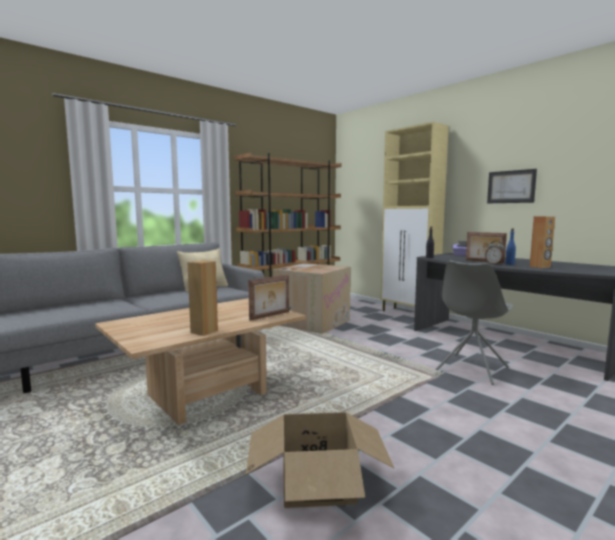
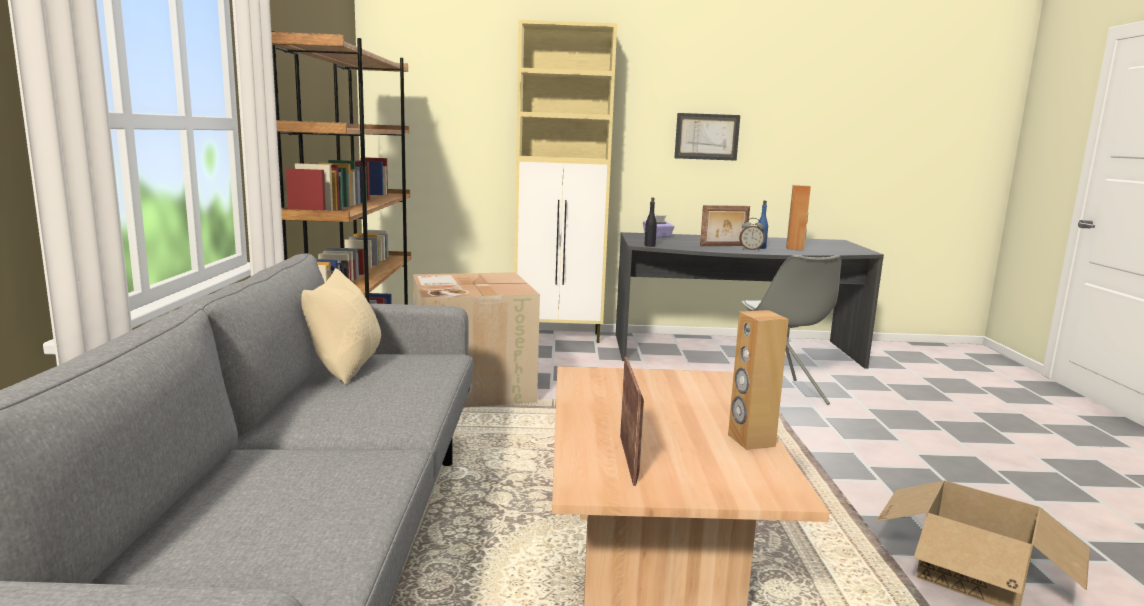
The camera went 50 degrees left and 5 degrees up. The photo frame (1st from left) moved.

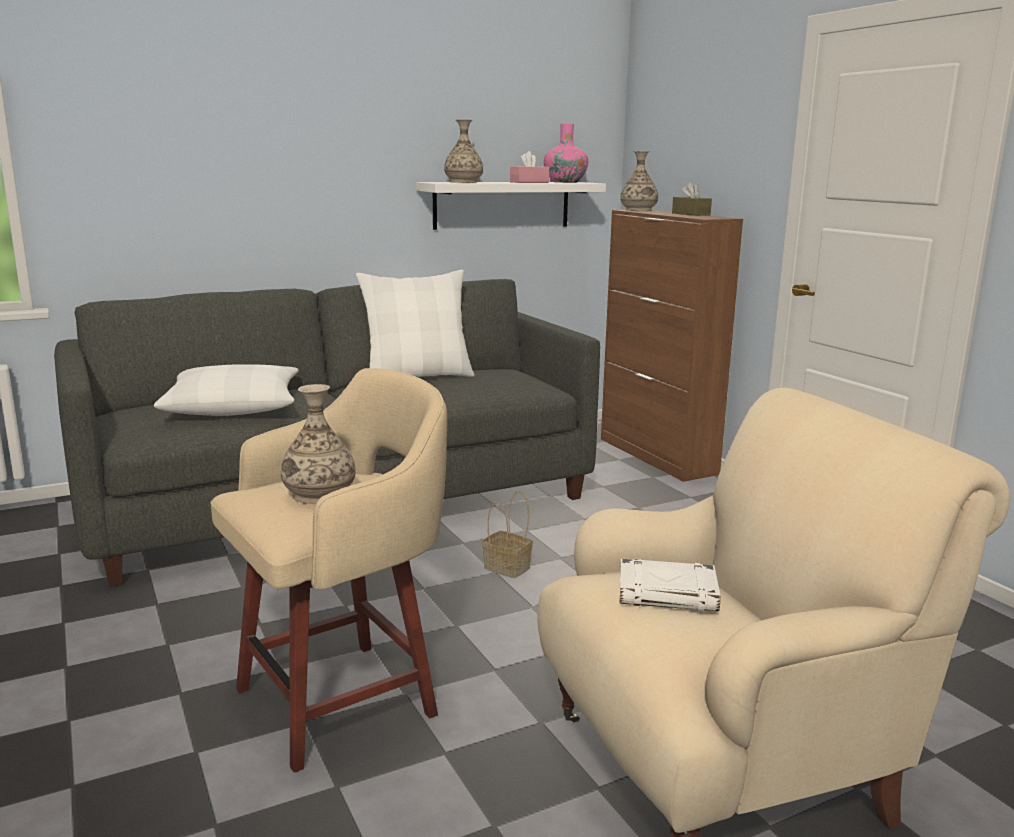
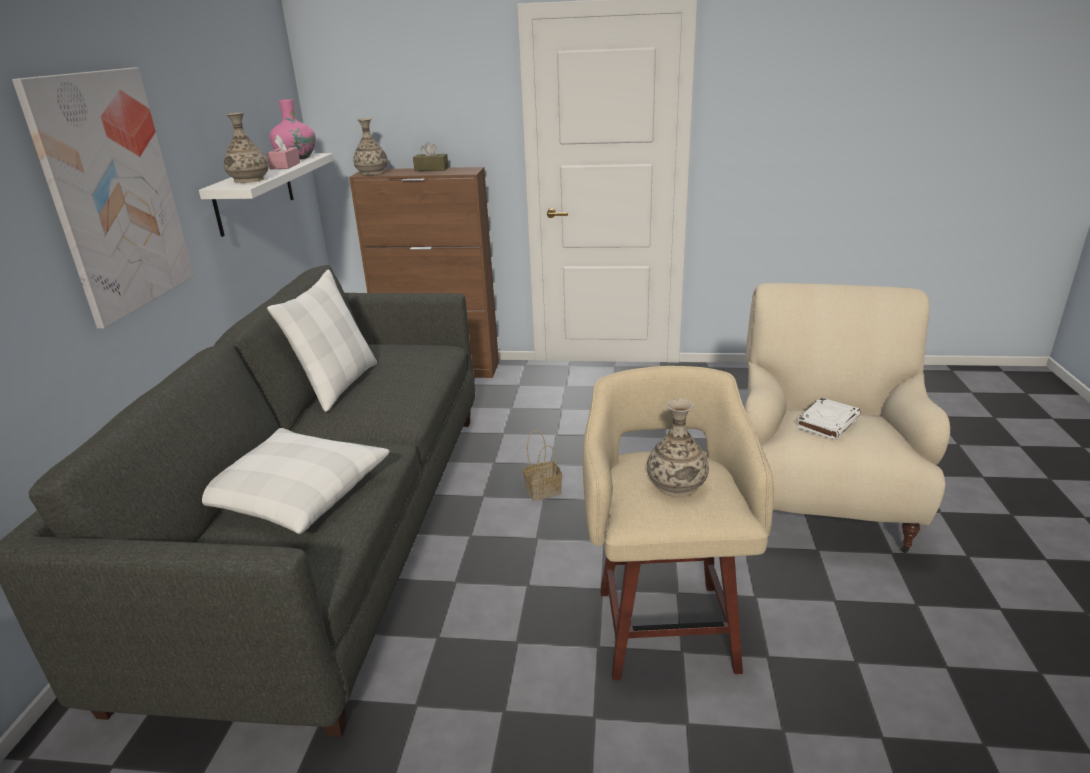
The camera went 55 degrees left and 10 degrees up. The wall picture appeared.

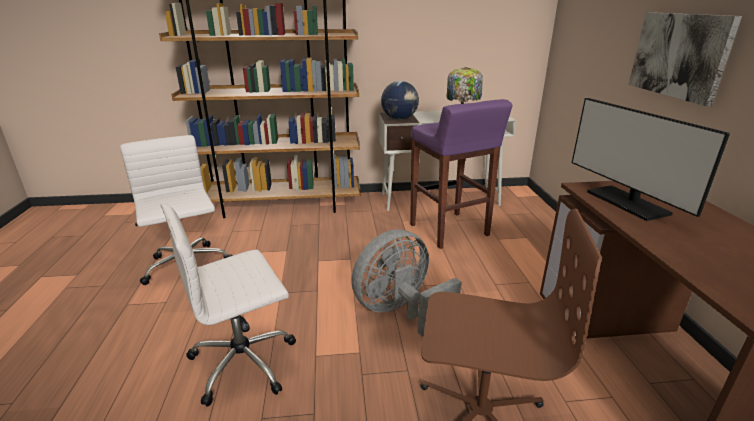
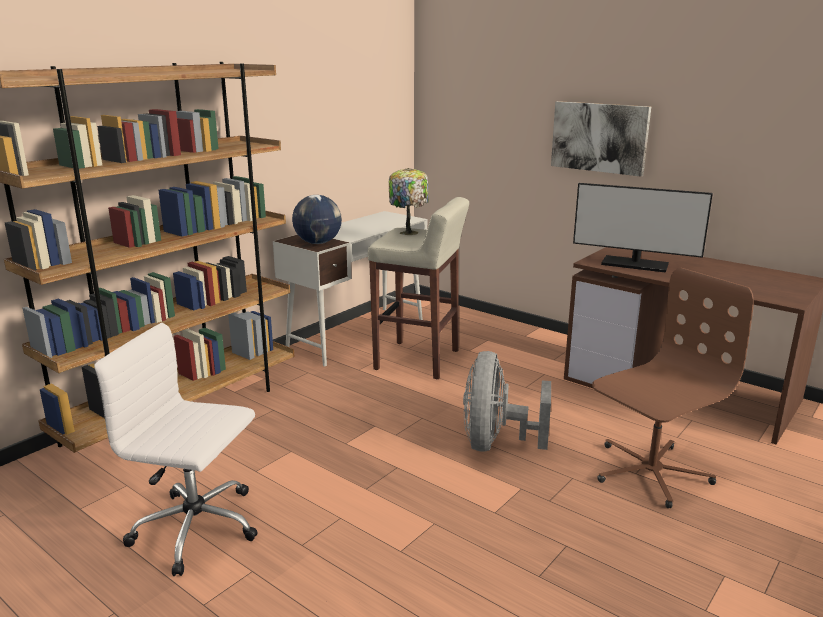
The camera went 45 degrees left and 5 degrees down. The stool seat in purple-coloured became the stool seat in beige. The desk chair in white (2nd from left) disappeared.

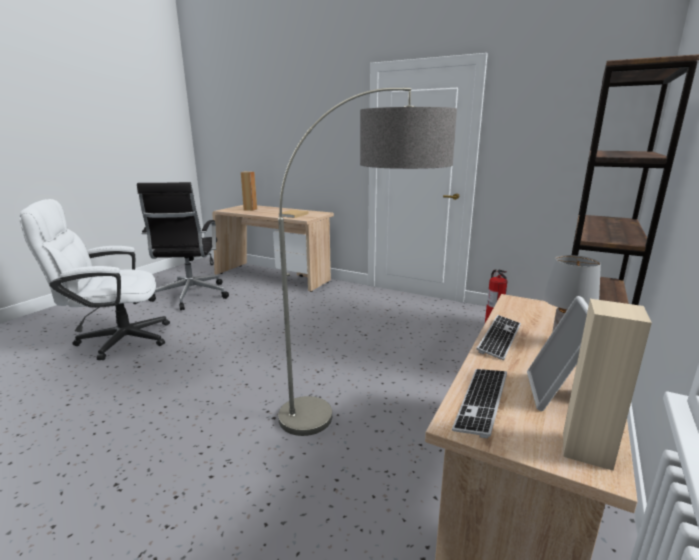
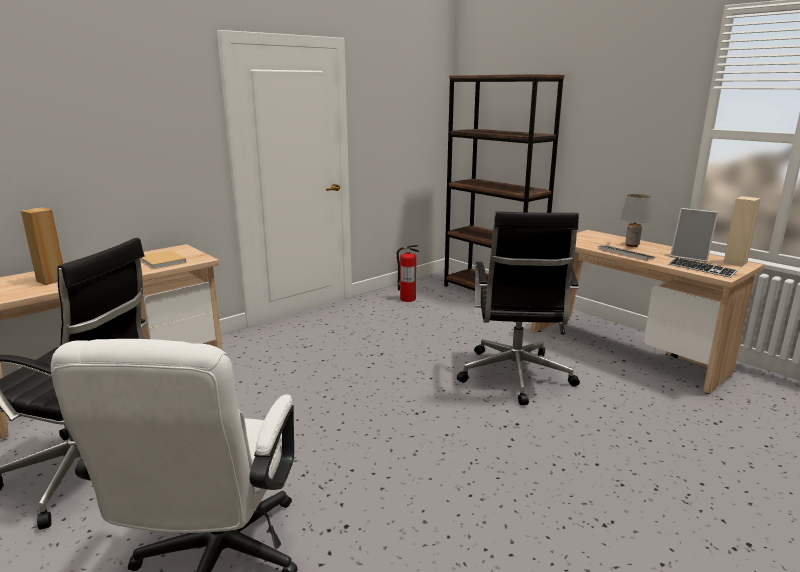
The camera went 70 degrees left and 0 degrees up. The standard lamp was replaced by the desk chair in black-coloured (2nd from left).

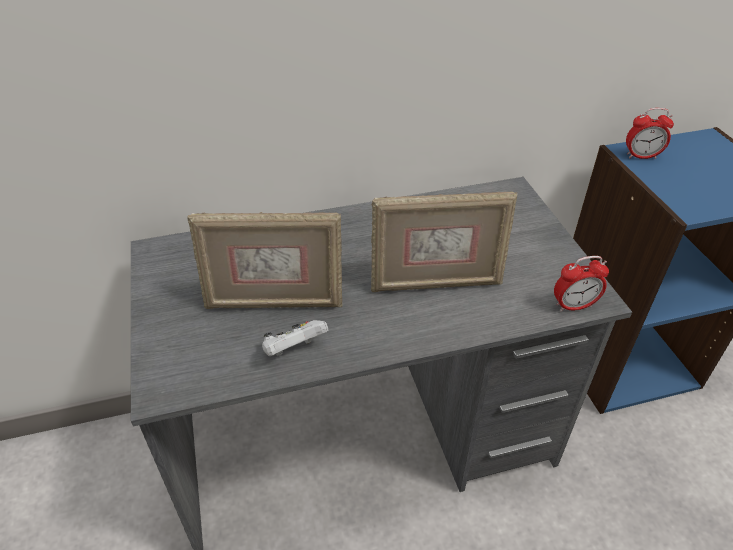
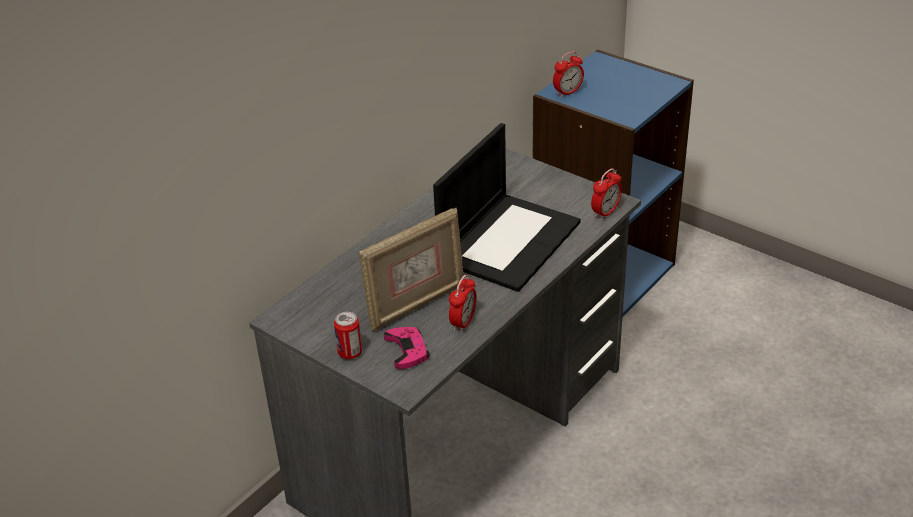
The camera went 35 degrees left and 5 degrees down. The photo frame (2nd from left) was replaced by the portable computer. The game controller in white was replaced by the table clock (1st from left). The sealed can appeared. The game controller in pink-coloured appeared.

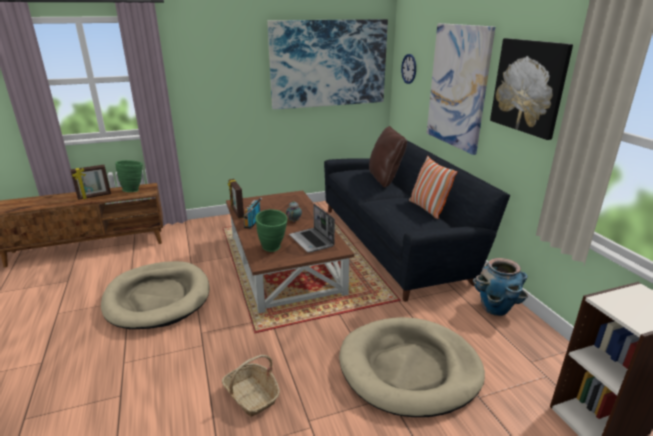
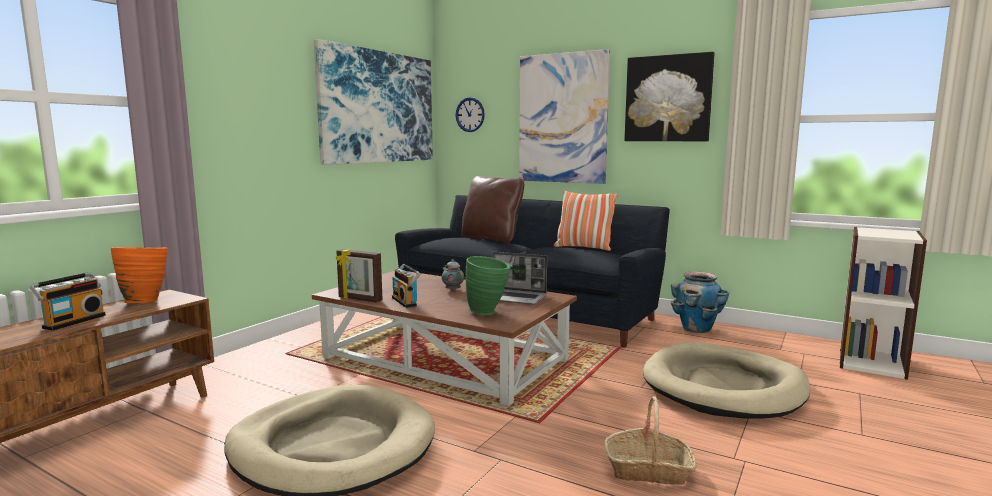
The camera went 40 degrees left and 15 degrees down. The vase in green-coloured (1st from left) became the vase in orange. The photo frame (1st from left) was replaced by the radio (1st from left).

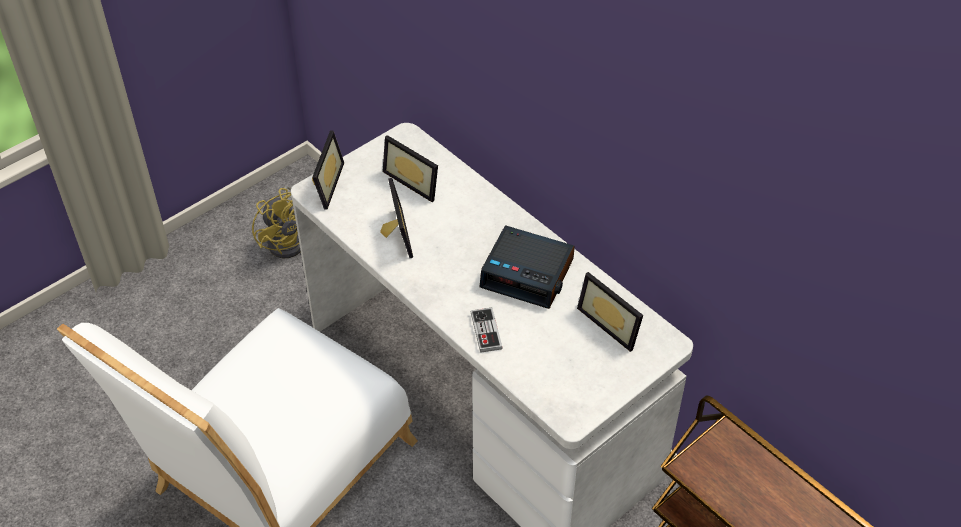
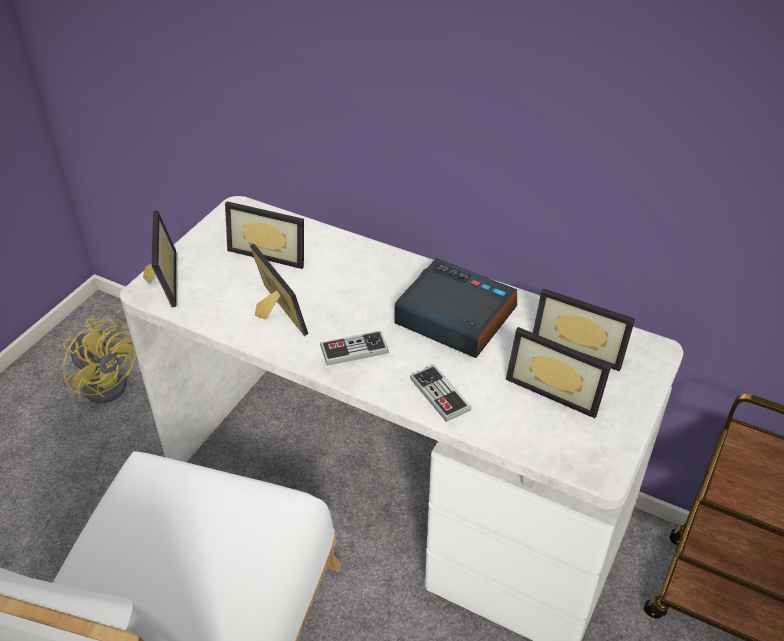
The camera went 20 degrees left and 5 degrees down. The table clock turned 150 degrees counterclockwise. The photo frame (4th from left) appeared. The game controller (1st from left) appeared.

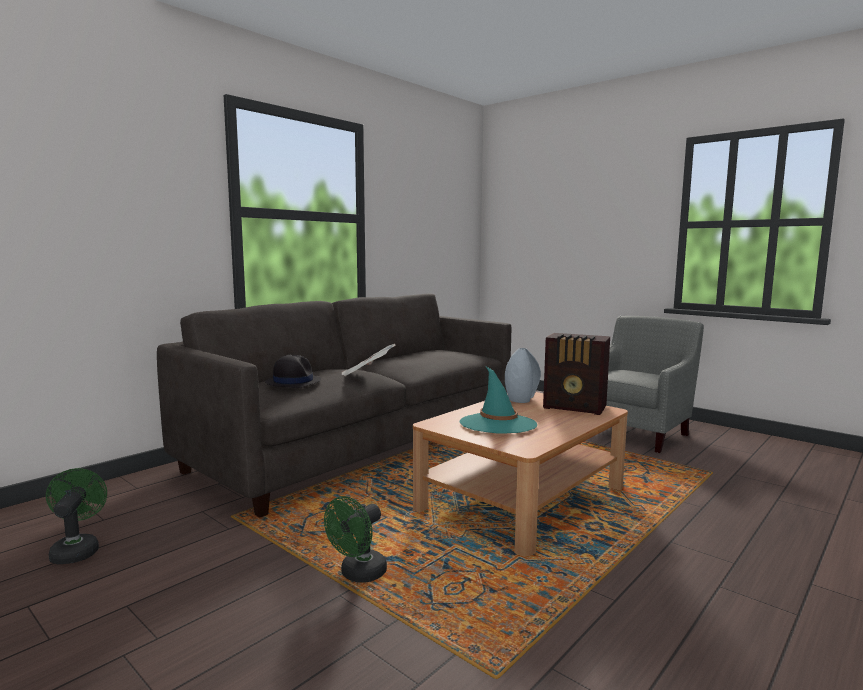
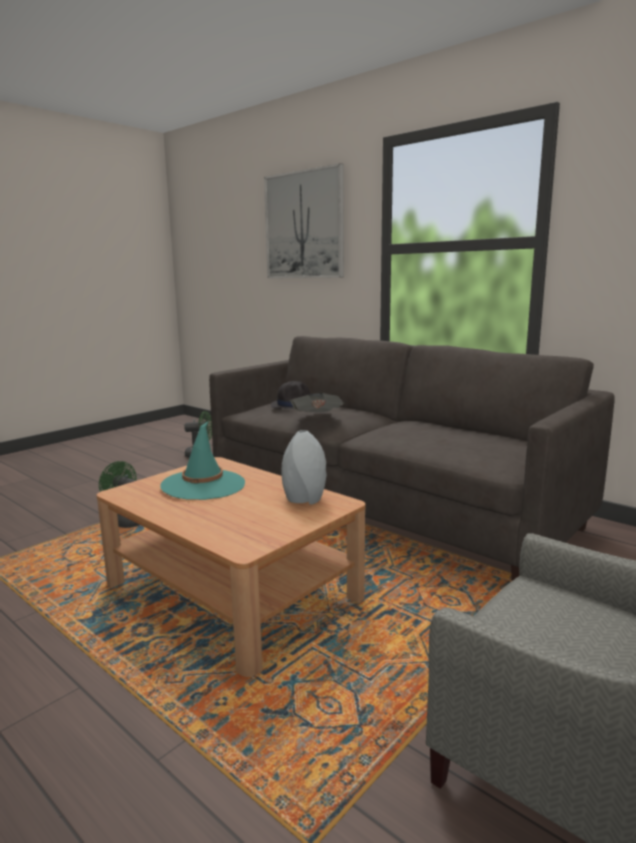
The camera went 90 degrees right and 5 degrees up. The radio disappeared. The wall picture appeared.

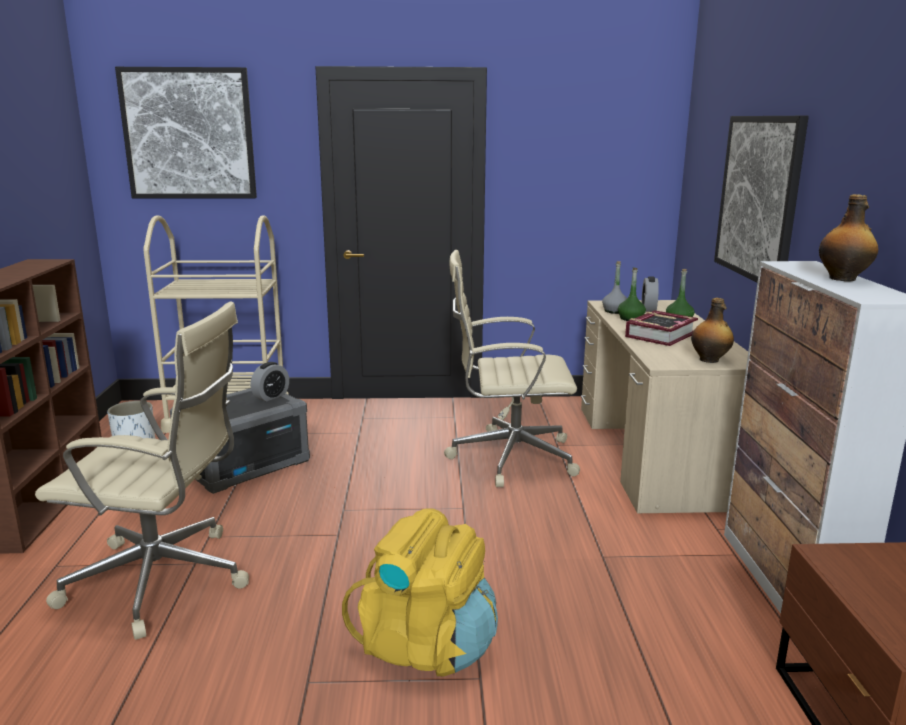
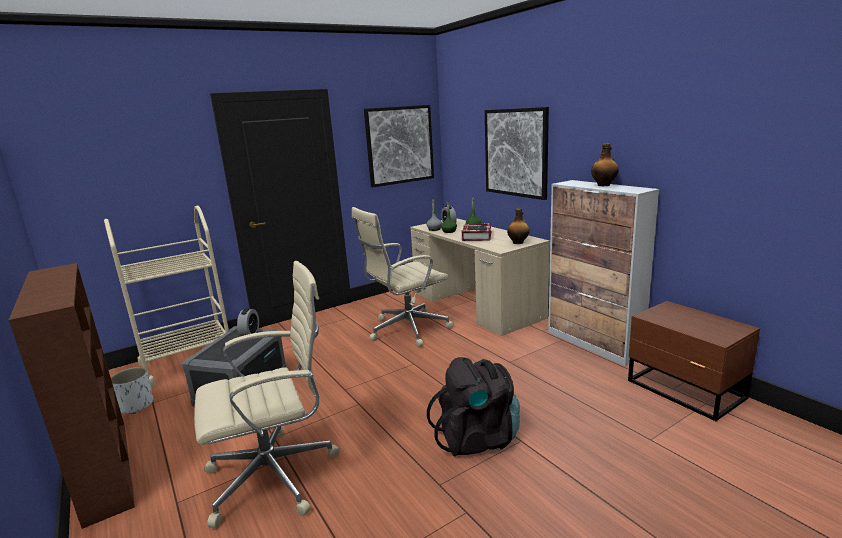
The camera went 30 degrees left and 0 degrees up. The wall picture (1st from left) moved. The rucksack in yellow became the rucksack in black-coloured.

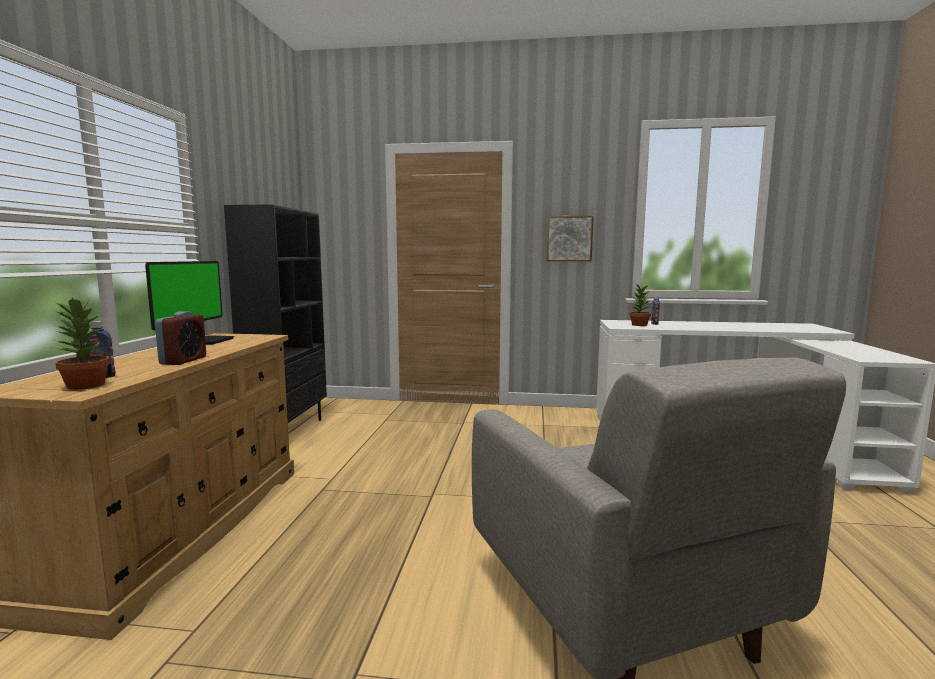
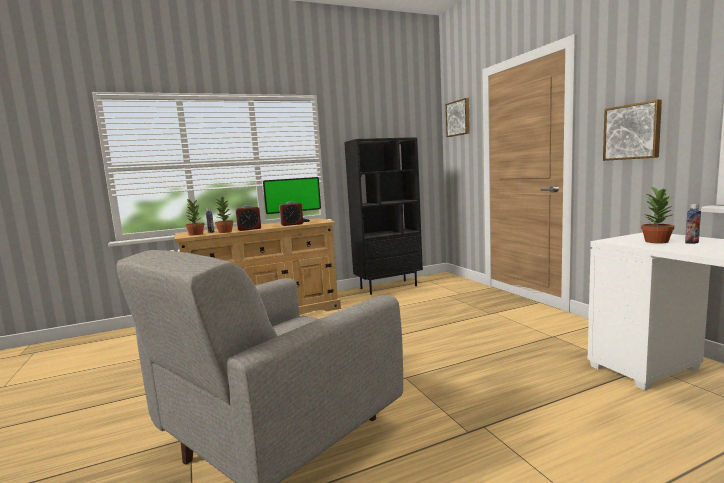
The camera went 60 degrees right and 0 degrees up. The wall picture (1st from left) appeared. The plant in a pot (2nd from left) appeared. The table clock (2nd from left) appeared.

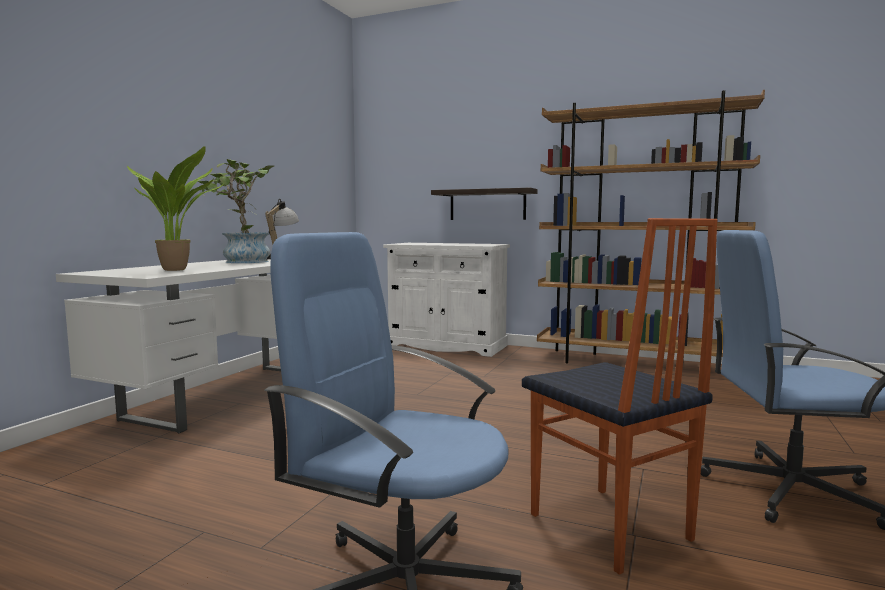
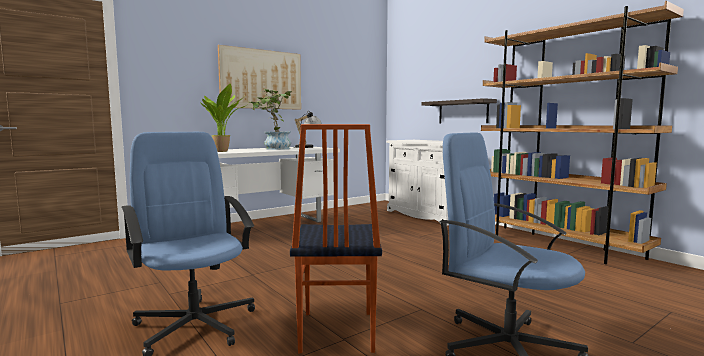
The camera went 30 degrees right and 0 degrees up. The wall picture appeared.

